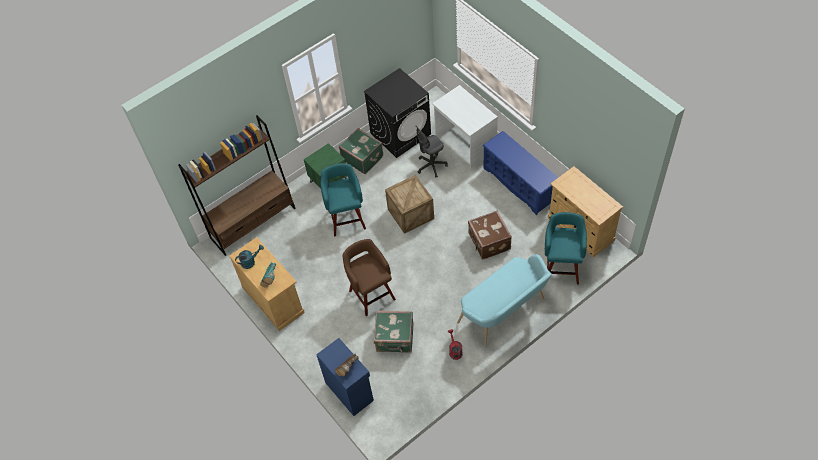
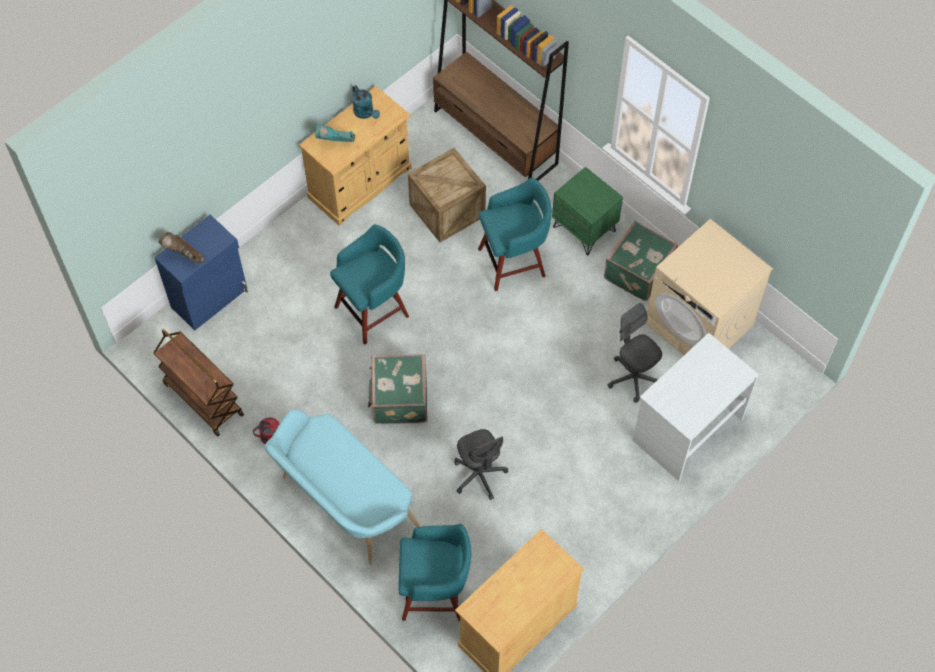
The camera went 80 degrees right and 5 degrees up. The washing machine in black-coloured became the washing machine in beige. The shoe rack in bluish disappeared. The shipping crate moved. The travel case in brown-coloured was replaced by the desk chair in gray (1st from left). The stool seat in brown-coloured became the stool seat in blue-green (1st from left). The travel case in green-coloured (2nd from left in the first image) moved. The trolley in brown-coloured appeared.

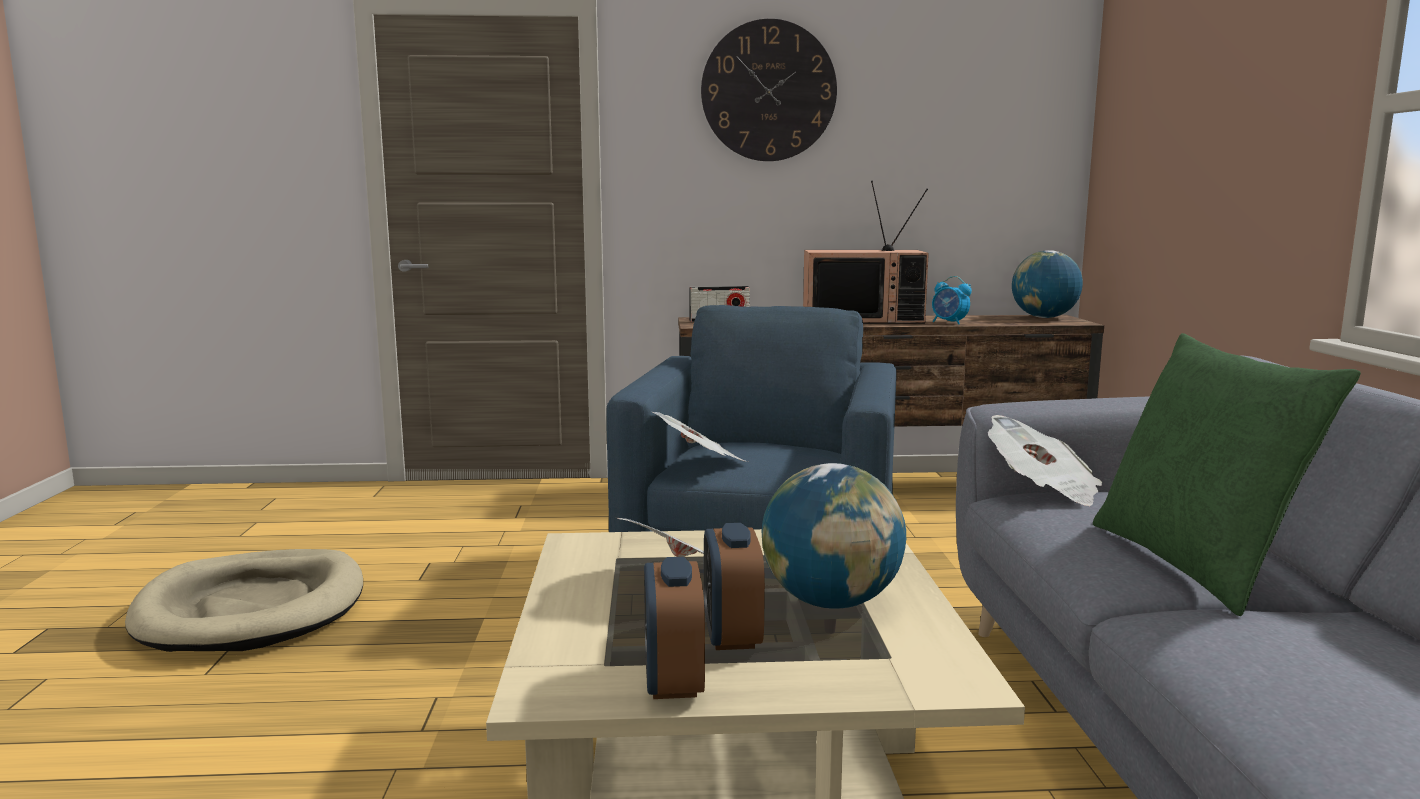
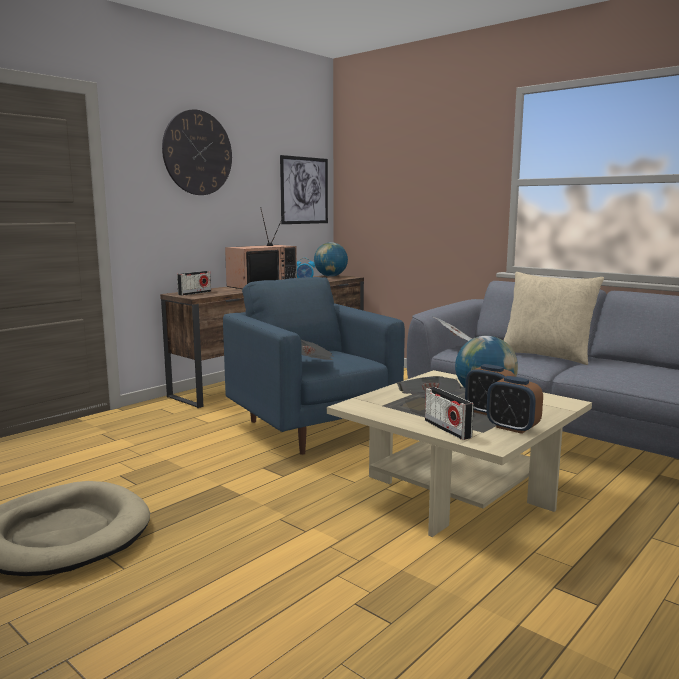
The camera went 45 degrees left and 0 degrees up. The pillow in green-coloured became the pillow in beige. The wall picture appeared. The radio (2nd from left) appeared.

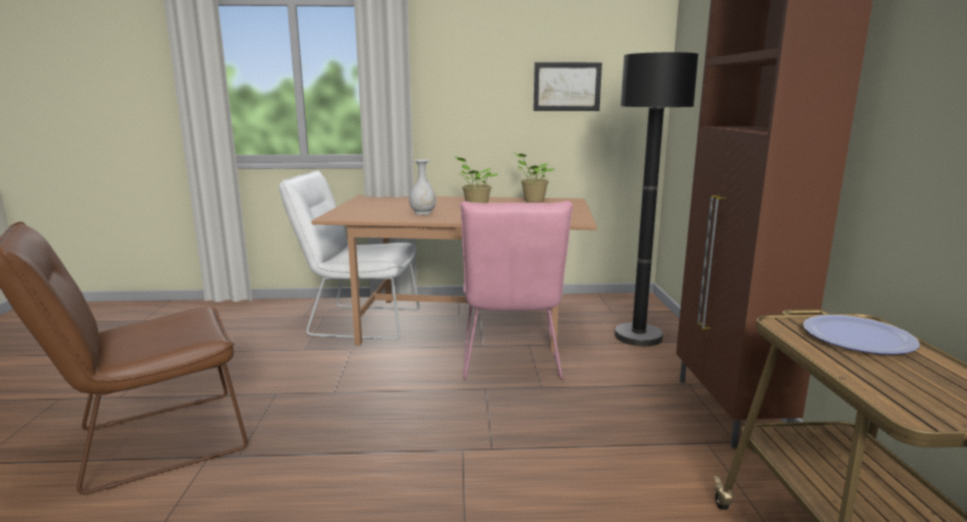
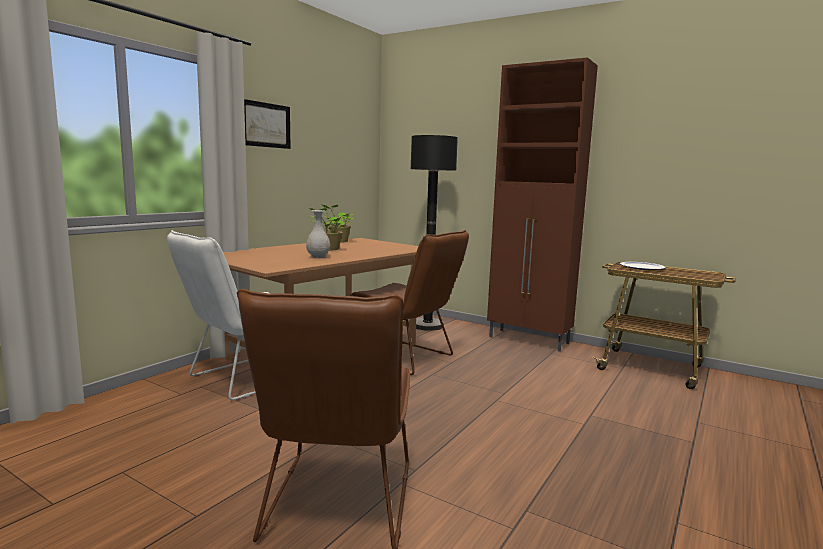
The camera went 55 degrees left and 5 degrees down. The wall picture moved. The chair in pink-coloured became the chair in brown-coloured (2nd from left).

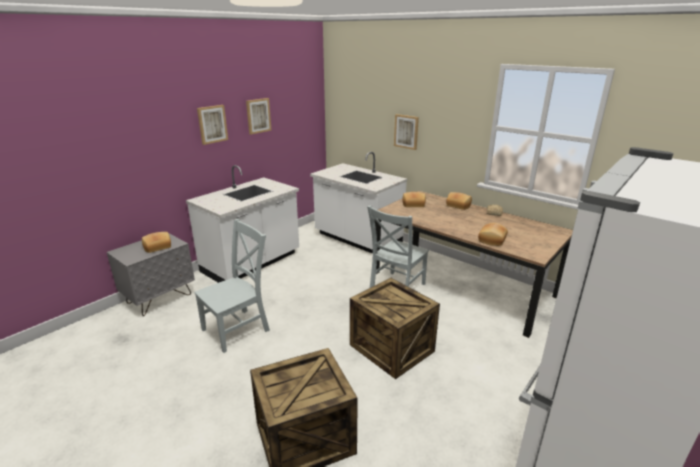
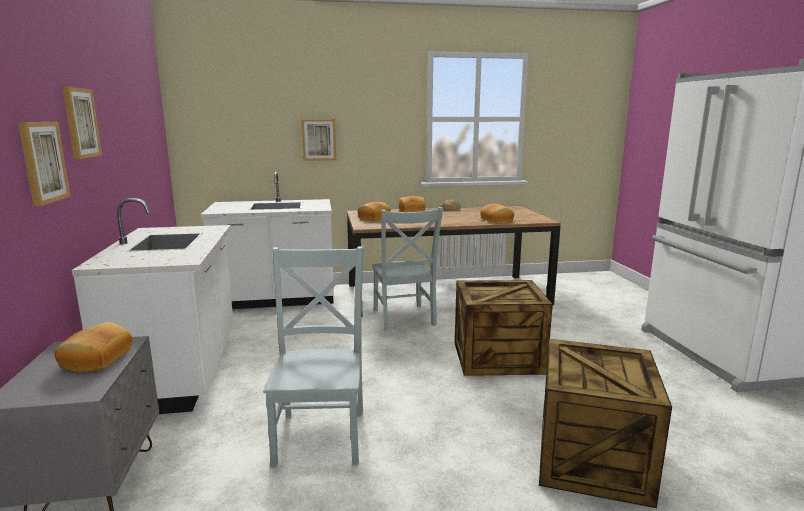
The camera went 50 degrees left and 10 degrees down. The wall picture (2nd from left in the first image) moved.

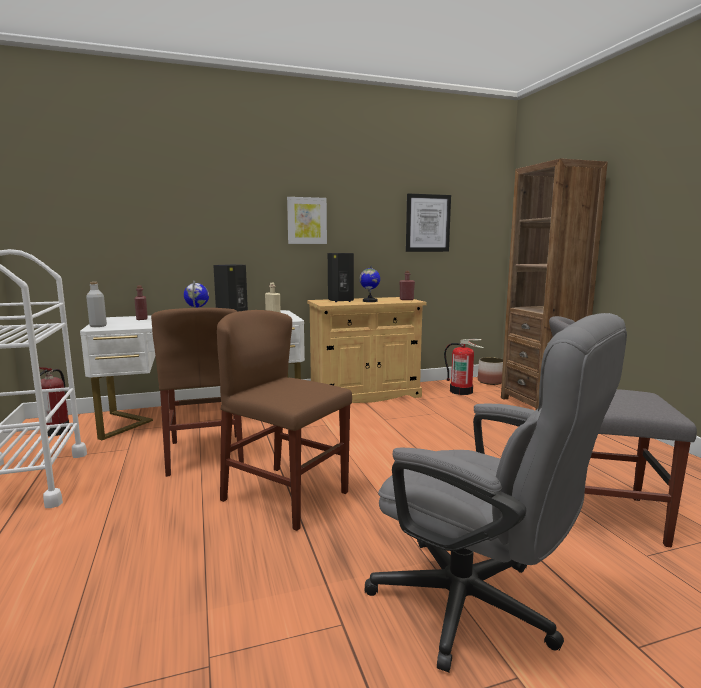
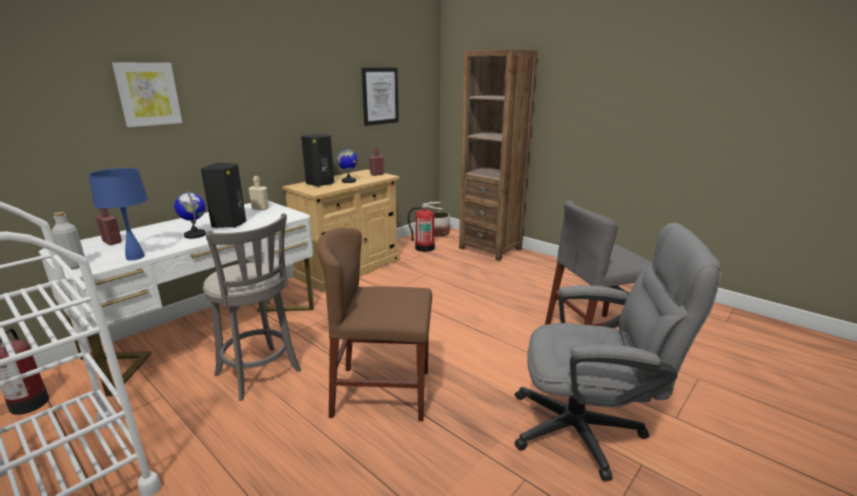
The camera went 30 degrees left and 10 degrees up. The wall picture (1st from left) moved. The chair in brown-coloured (1st from left) was replaced by the stool seat in gray. The tabletop lamp in bluish appeared.

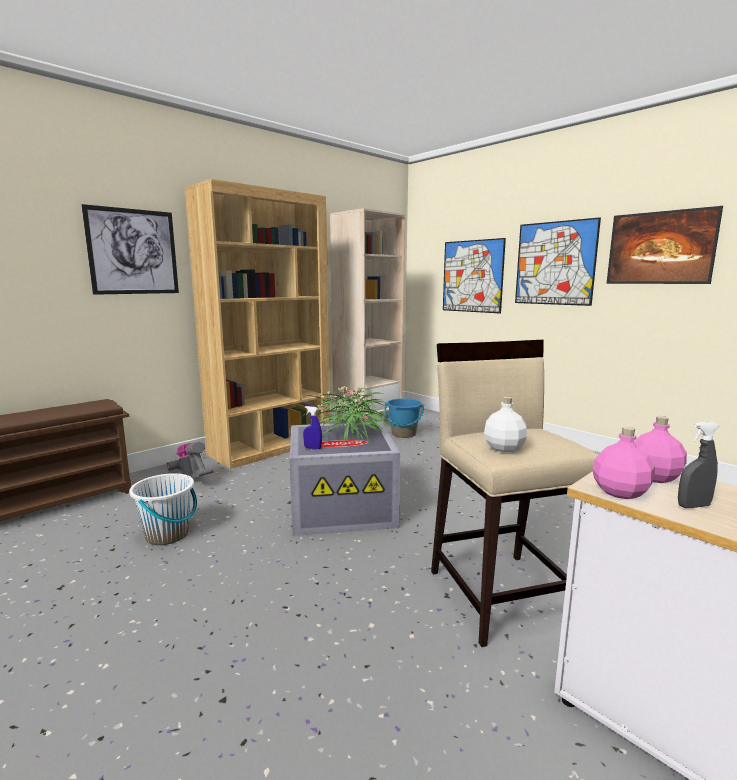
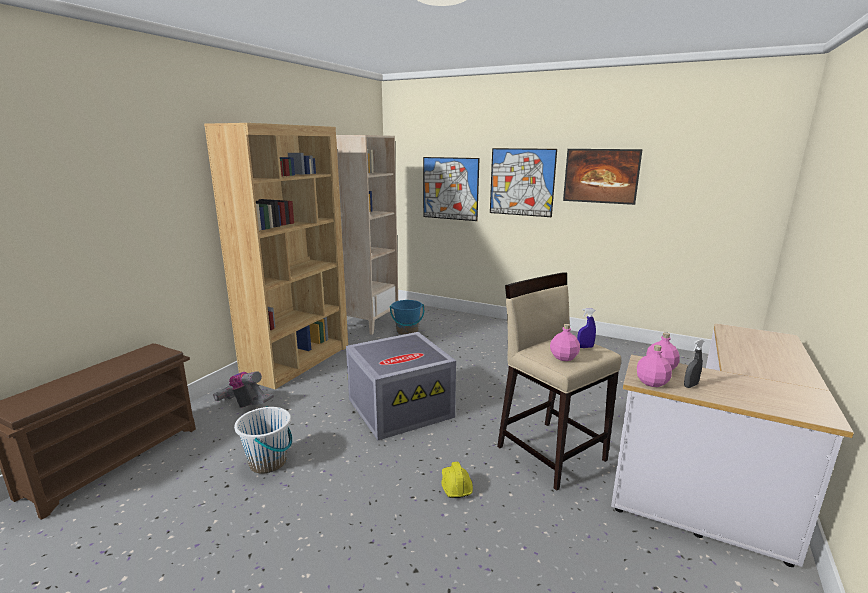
The camera went 20 degrees left and 5 degrees up. The wall picture (1st from left) disappeared. The plant in a pot disappeared. The drink bottle in white became the drink bottle in pink-coloured (1st from left). The spray bottle in bluish moved. The hard hat in yellow appeared.

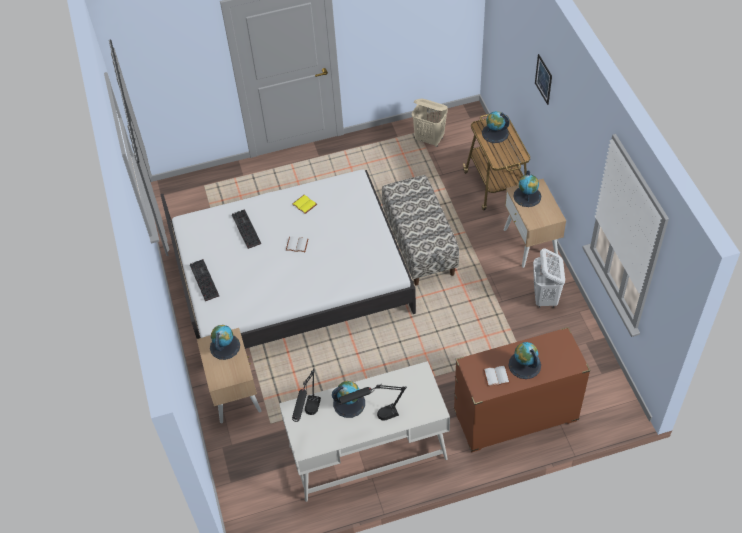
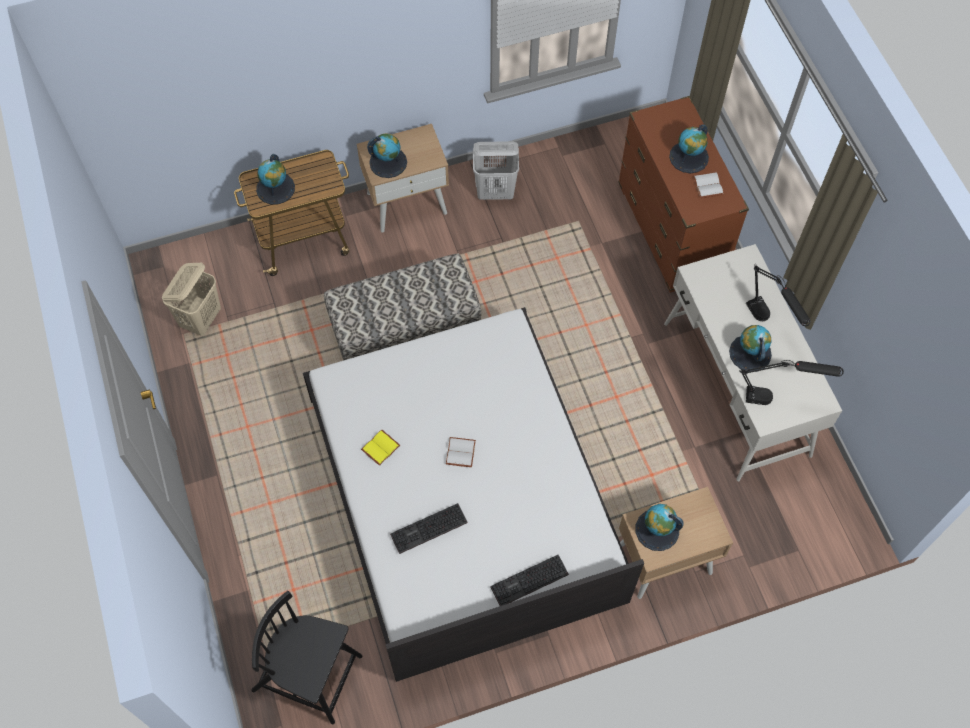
The camera went 95 degrees left and 10 degrees up. The wall picture disappeared. The chair in black-coloured appeared.

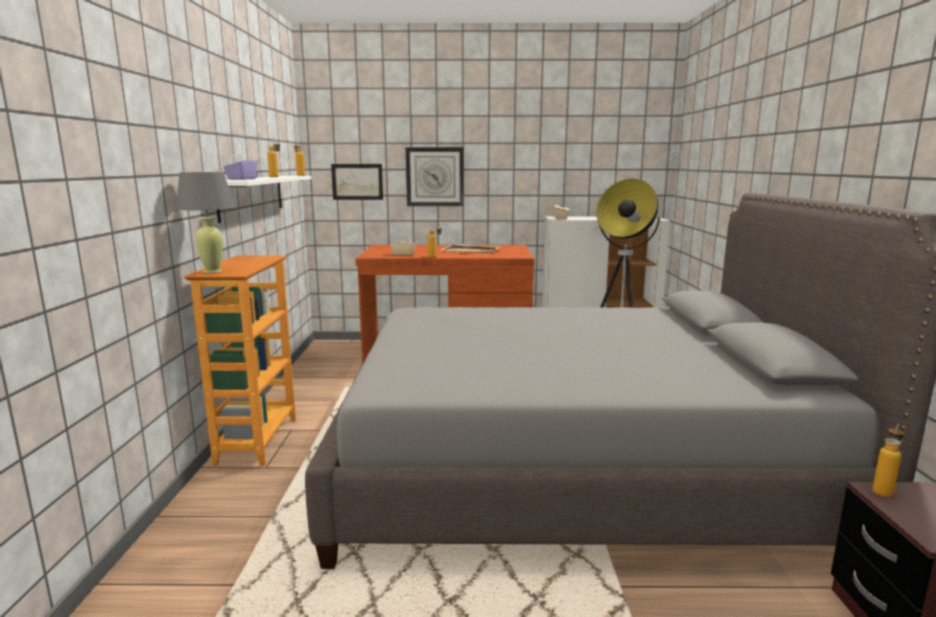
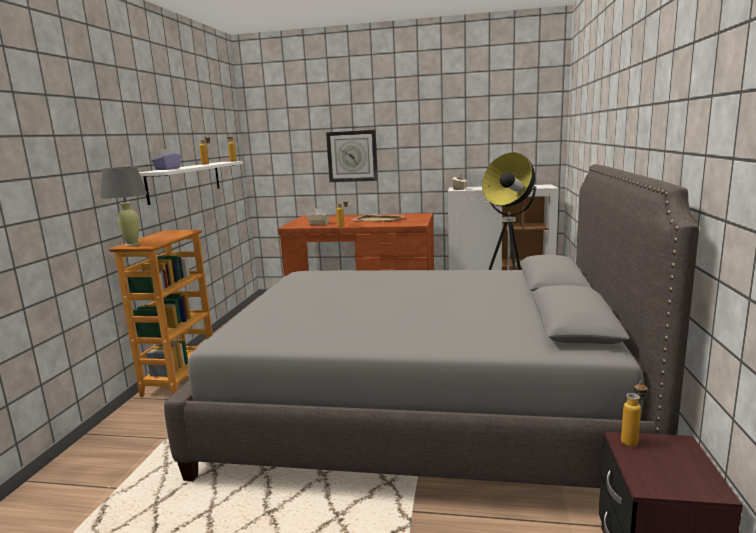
The camera went 10 degrees right and 0 degrees up. The wall picture disappeared.

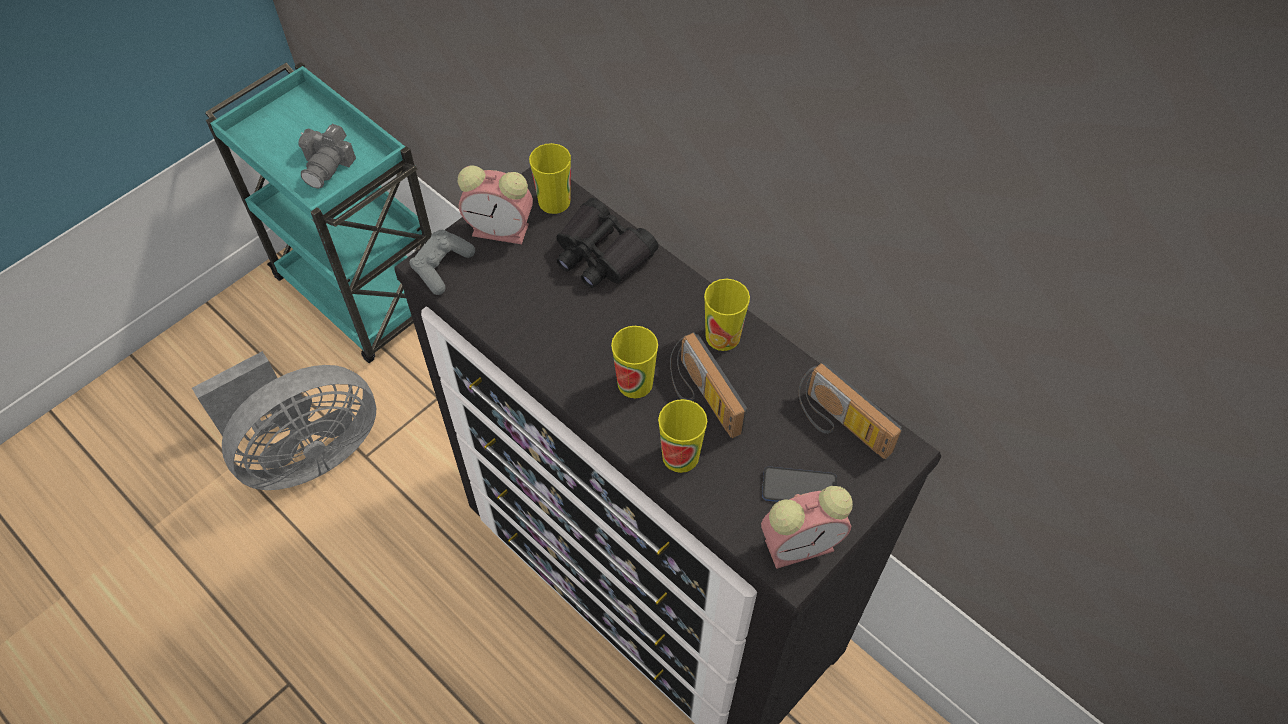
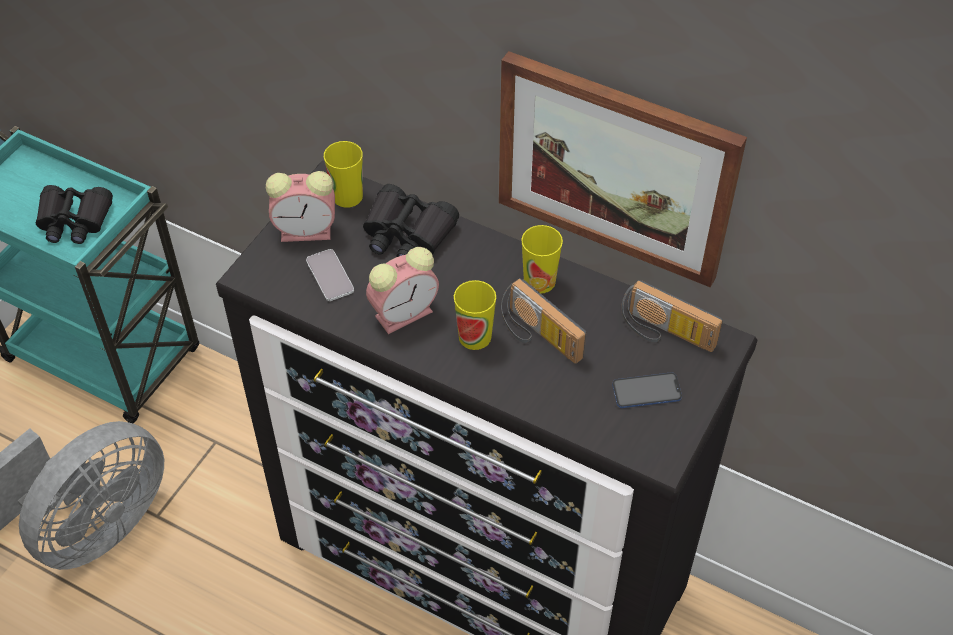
The camera went 15 degrees left and 5 degrees down. The photo camera was replaced by the binoculars in black-coloured (1st from left). The game controller in gray disappeared. The small cup (3rd from left) disappeared. The table clock (2nd from left) moved. The wall picture appeared. The telephone (1st from left) appeared.

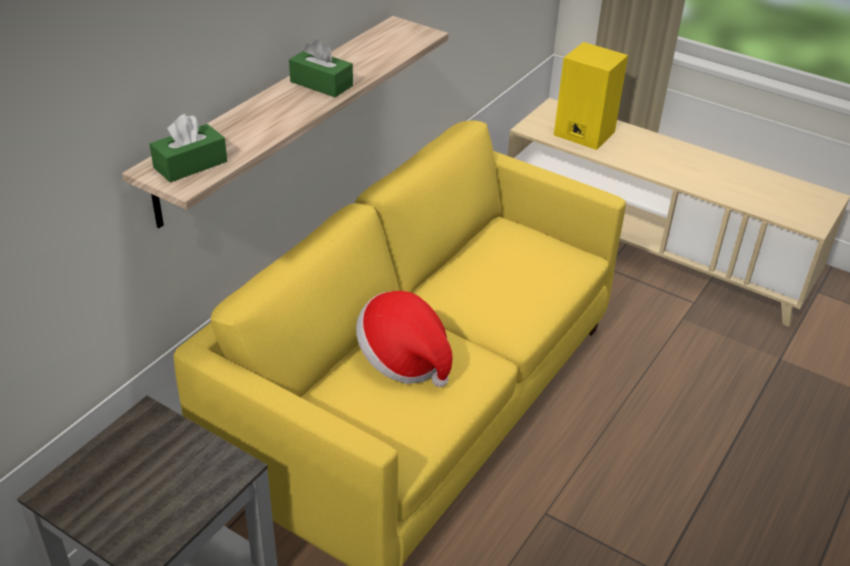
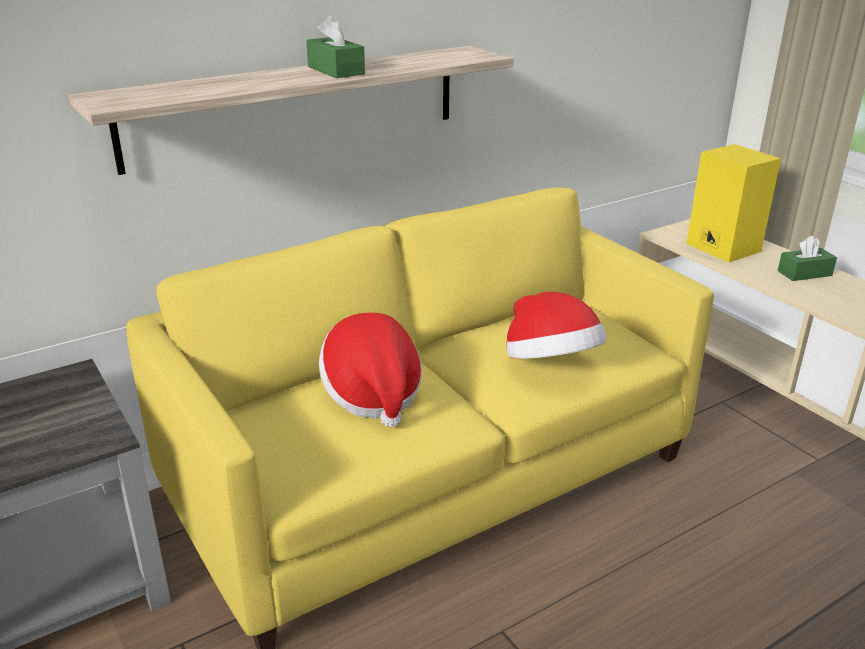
The camera went 25 degrees right and 10 degrees down. The tissue box in green-coloured (1st from left in the first image) moved. The hat (2nd from left) appeared.

